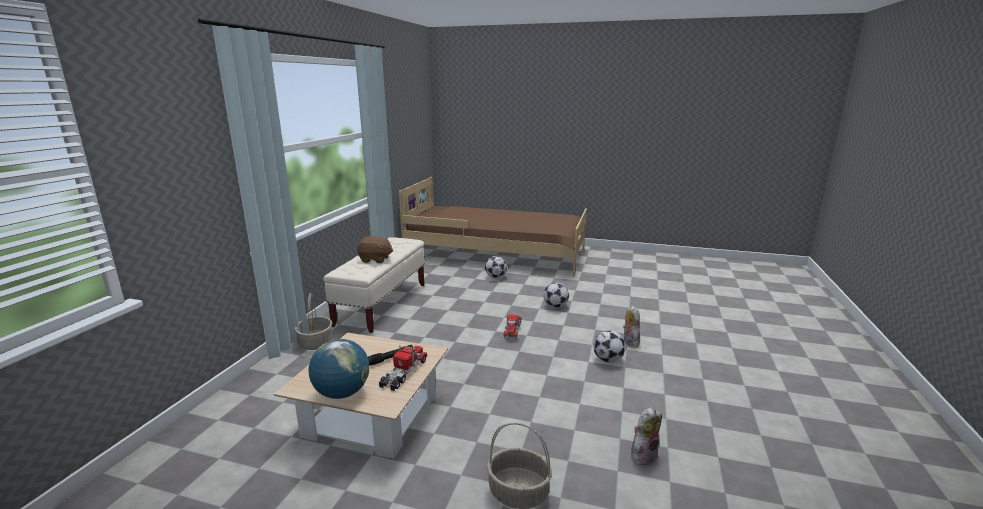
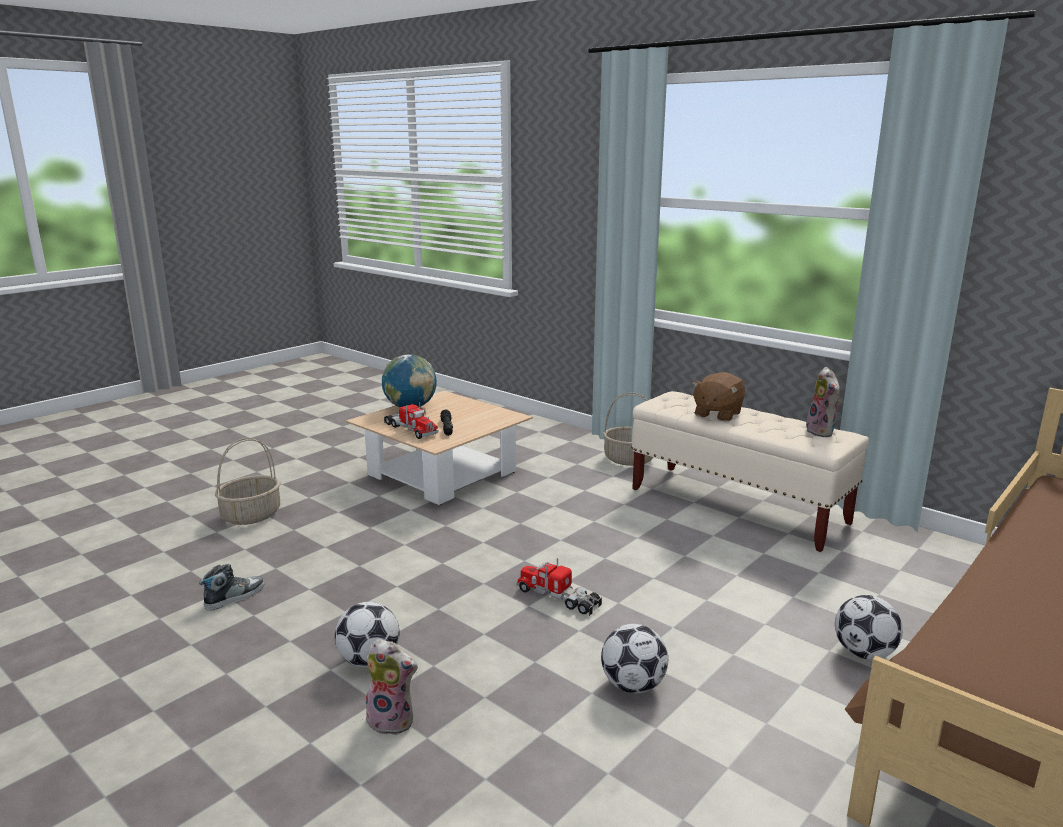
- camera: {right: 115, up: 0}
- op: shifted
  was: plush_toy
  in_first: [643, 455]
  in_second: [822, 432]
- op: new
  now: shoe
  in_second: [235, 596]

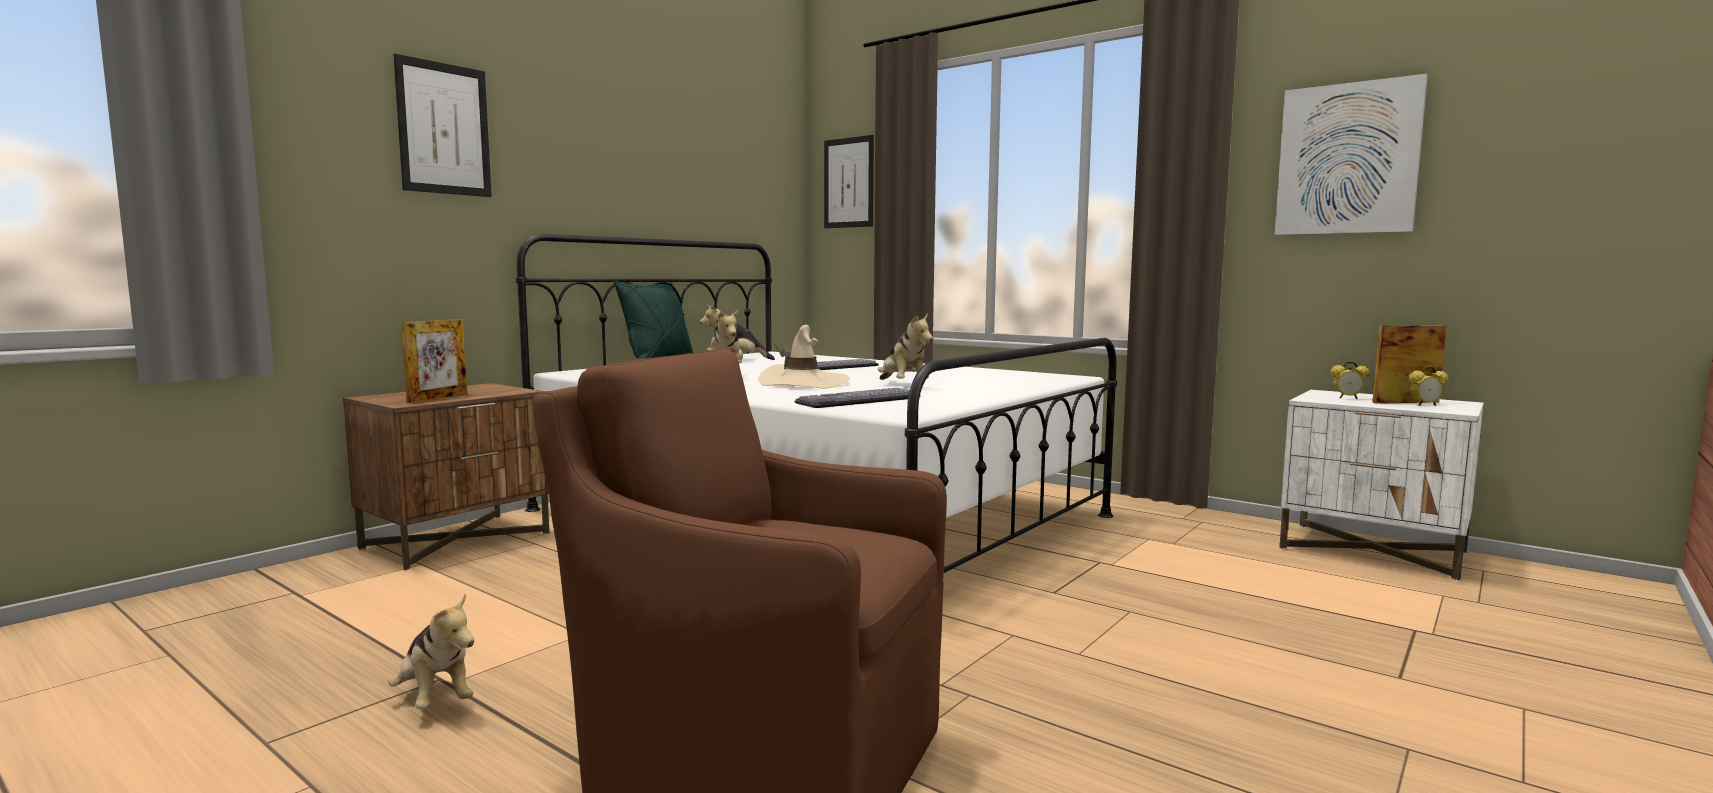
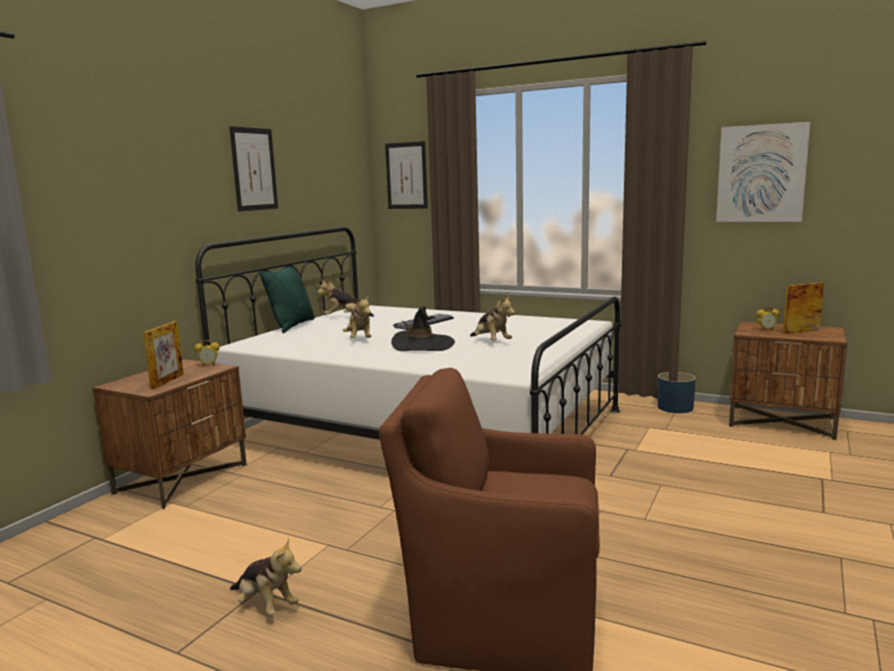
- camera: {right: -10, up: 5}
- op: shifted
  was: picture
  in_first: [444, 129]
  in_second: [254, 169]
- op: repainted
  was: beige-coloured_hat
  now: black_hat
  in_first: [804, 383]
  in_second: [423, 345]
- op: shifted
  was: alarm_clock
  in_first: [1425, 405]
  in_second: [209, 365]
- op: gone
  was: keyboard
  in_first: [854, 399]
- op: repainted
  was: white_bedside_table
  now: brownish_bedside_table
  in_first: [1373, 551]
  in_second: [782, 422]
- op: new
  now: bluish_planter
  in_second: [675, 407]

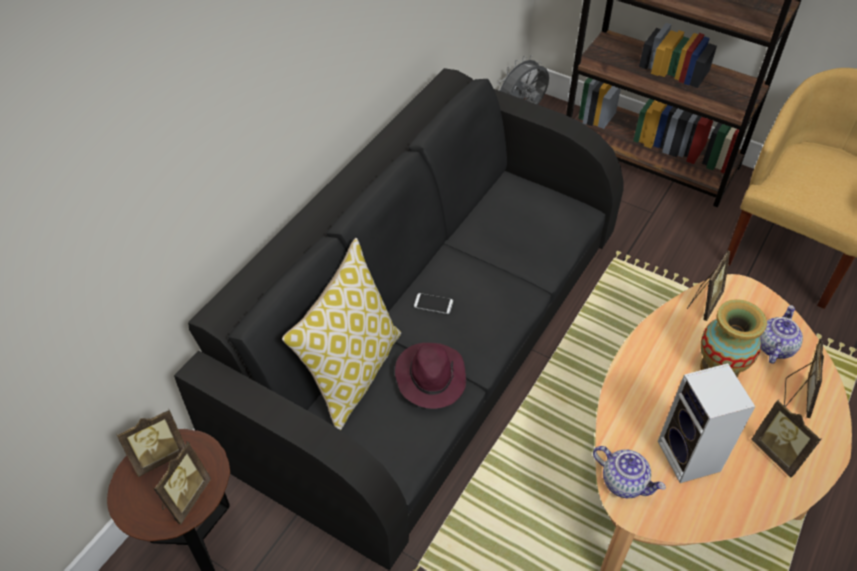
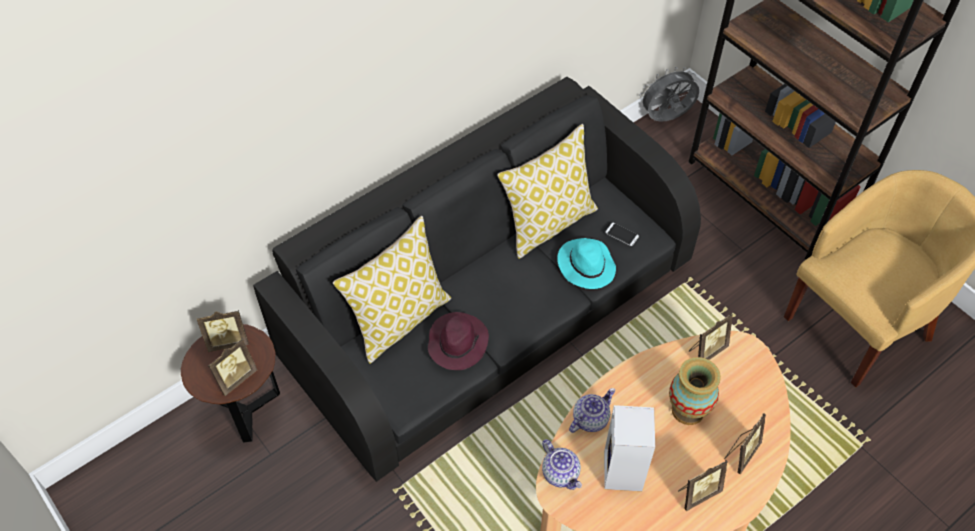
- camera: {right: 20, up: 5}
- op: shifted
  was: handset
  in_first: [433, 304]
  in_second: [622, 234]
- op: shifted
  was: pot_for_tea
  in_first: [774, 346]
  in_second: [590, 419]
- op: rotated
  was: picture_frame
  in_first: [778, 453]
  in_second: [697, 493]
  clockwise: -105
- op: new
  now: cushion
  in_second: [548, 222]
- op: new
  now: turquoise-coloured_hat
  in_second: [585, 265]

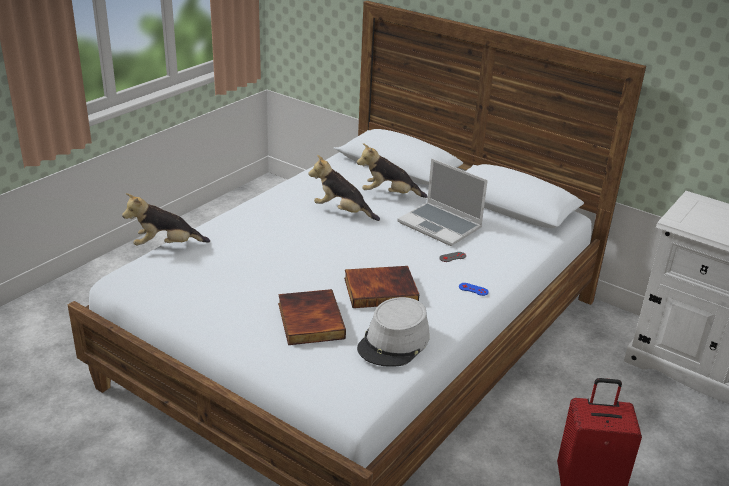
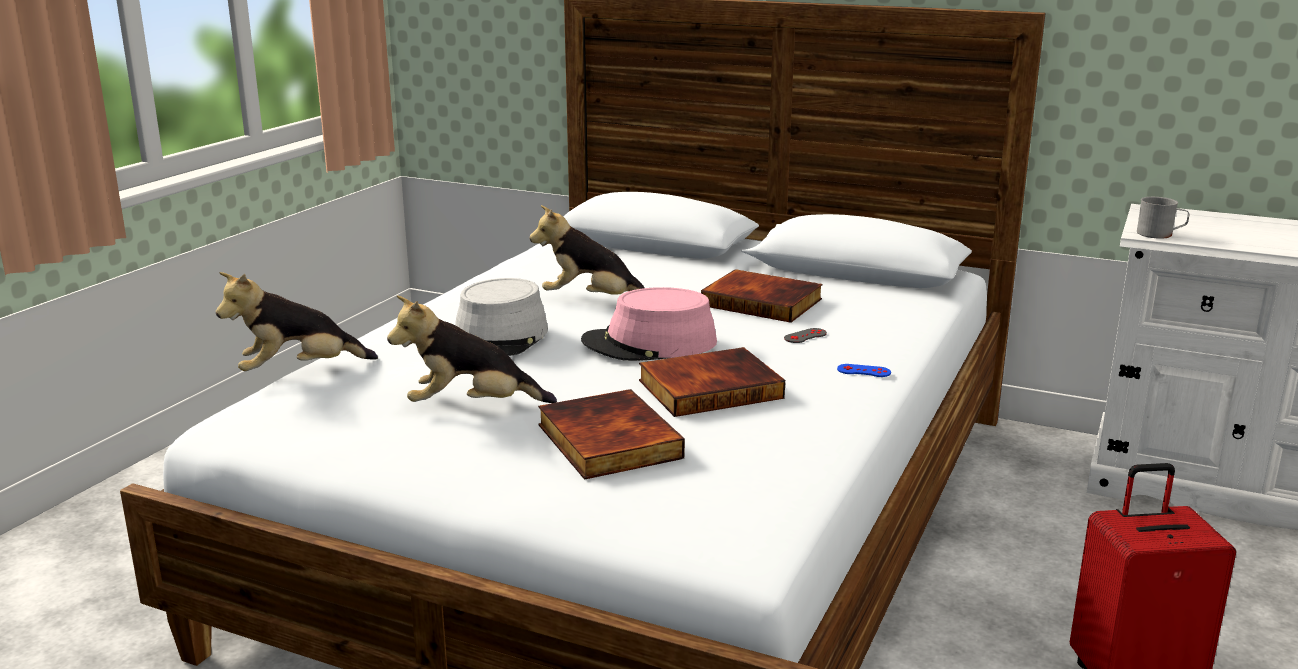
- camera: {right: -10, up: -10}
- op: shifted
  was: plush_toy
  in_first: [389, 195]
  in_second: [471, 407]
- op: swapped
  was: laptop
  now: book
  in_first: [441, 225]
  in_second: [763, 301]
- op: shifted
  was: gray_hat
  in_first: [394, 342]
  in_second: [496, 338]
- op: new
  now: gray_coffee_mug
  in_second: [1160, 234]
- op: new
  now: pinkish_hat
  in_second: [649, 344]

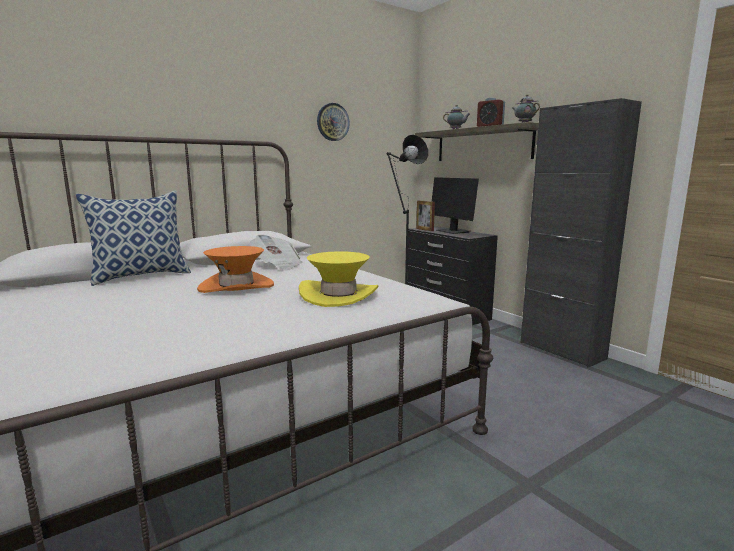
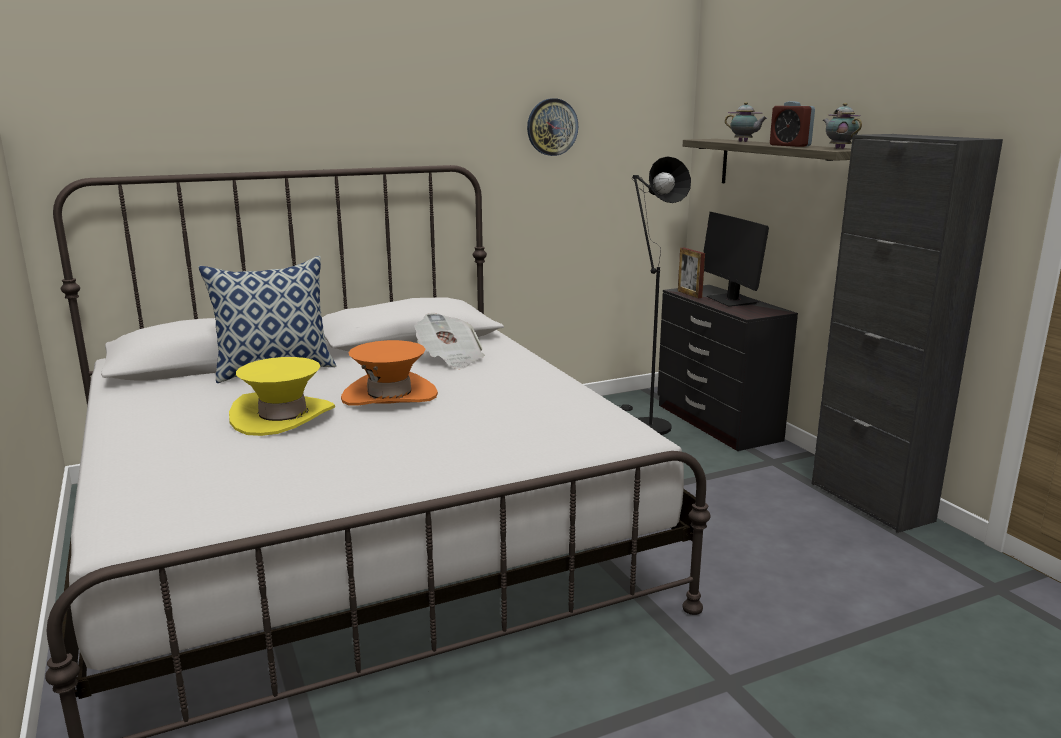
- camera: {right: 10, up: 5}
- op: shifted
  was: yellow_hat
  in_first: [338, 295]
  in_second: [283, 416]

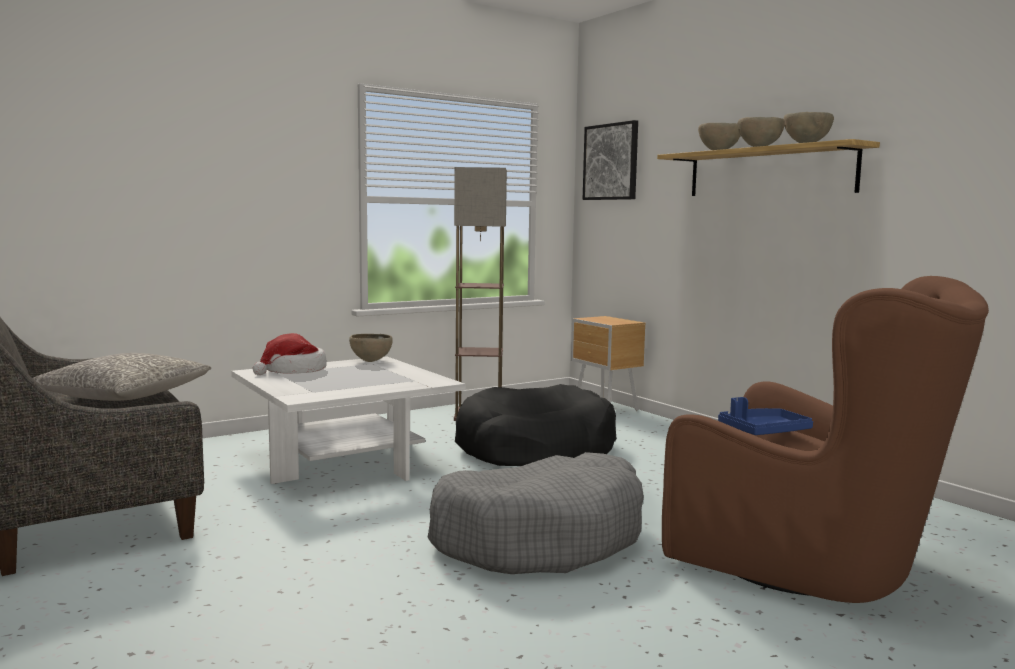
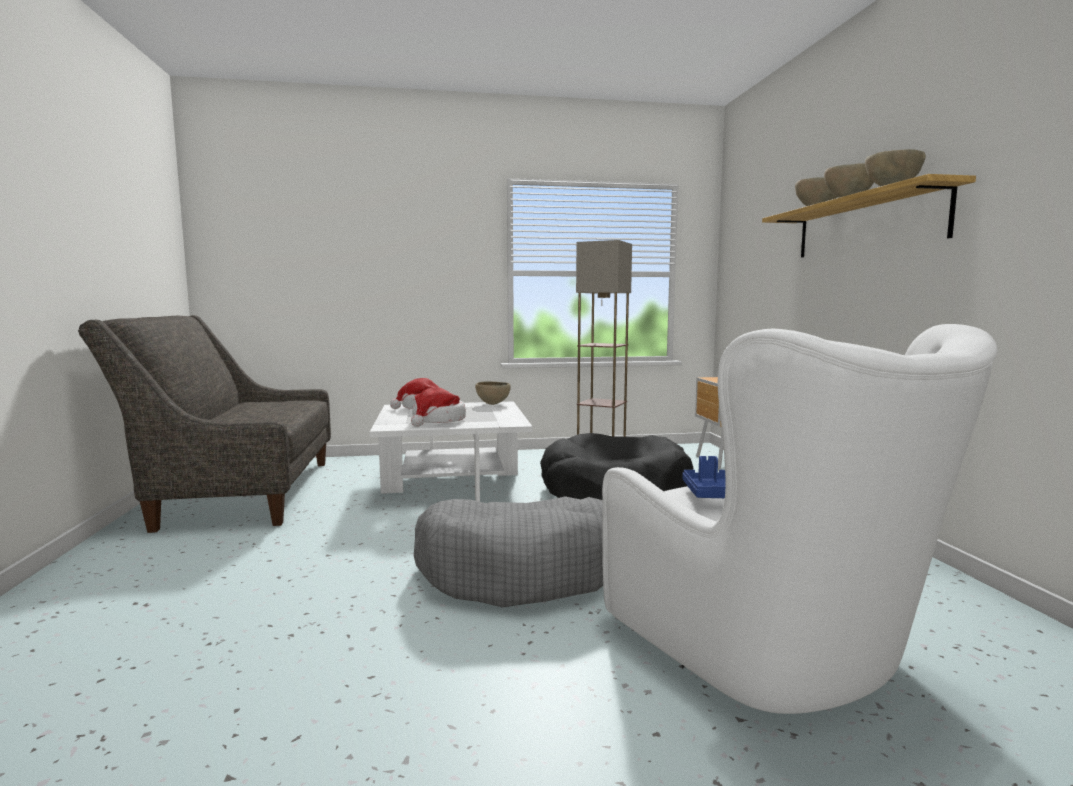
- camera: {right: 25, up: 0}
- op: gone
  was: picture
  in_first: [611, 162]
- op: repainted
  was: brownish_armchair
  now: white_armchair
  in_first: [812, 563]
  in_second: [771, 652]
- op: gone
  was: gray_cushion
  in_first: [124, 396]
- op: new
  now: hat
  in_second: [438, 421]

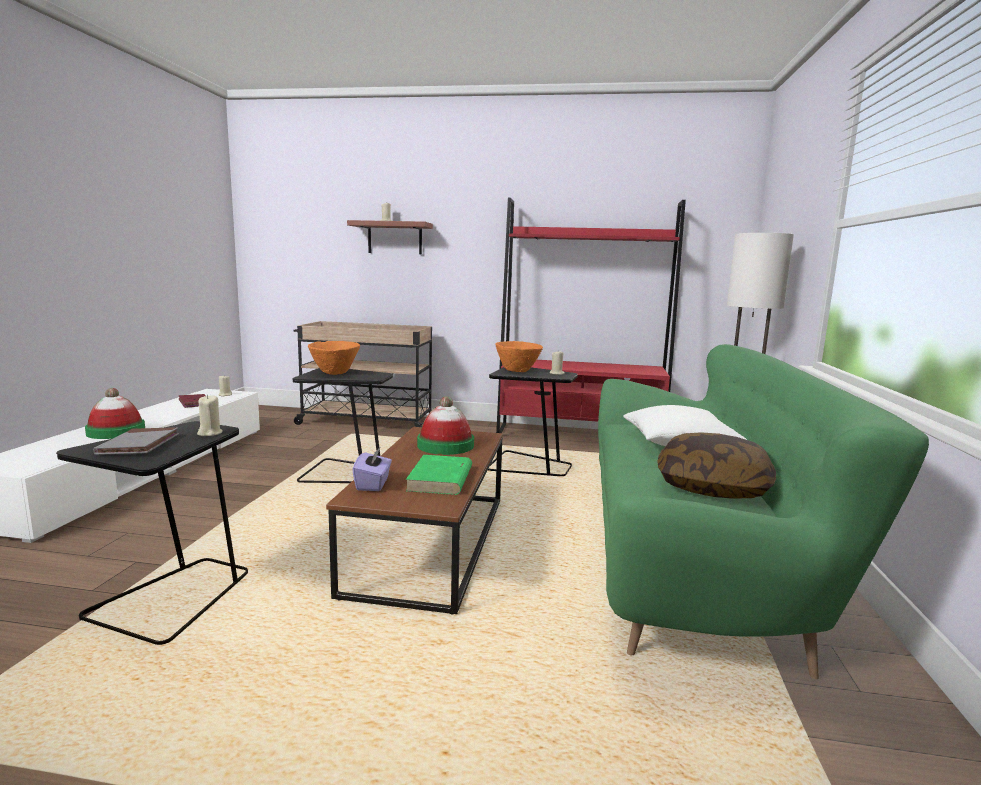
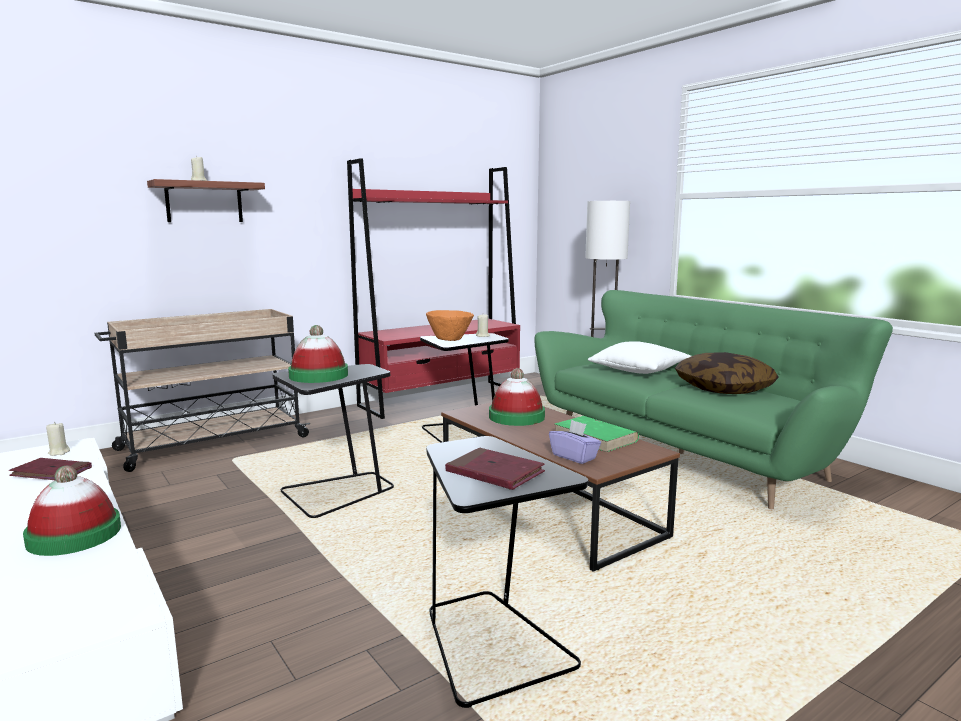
- camera: {right: -45, up: 0}
- op: swapped
  was: orangey_serving_bowl
  now: hat
  in_first: [335, 373]
  in_second: [318, 375]
- op: gone
  was: beige-coloured_candle
  in_first: [210, 433]
- op: repainted
  was: gray_book
  now: reddish_book
  in_first: [139, 445]
  in_second: [494, 473]

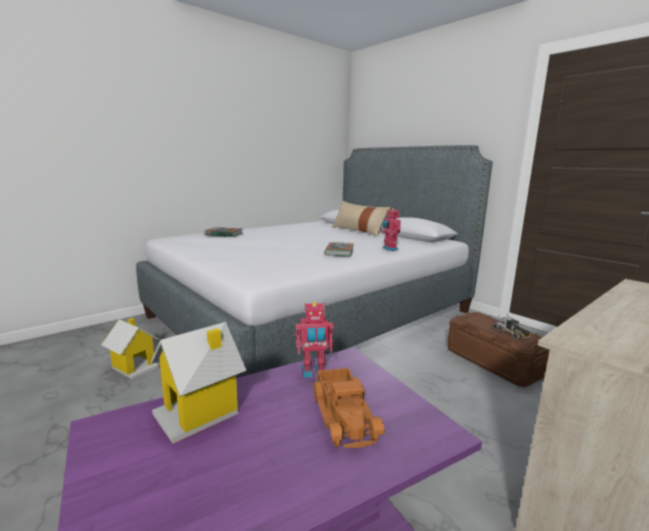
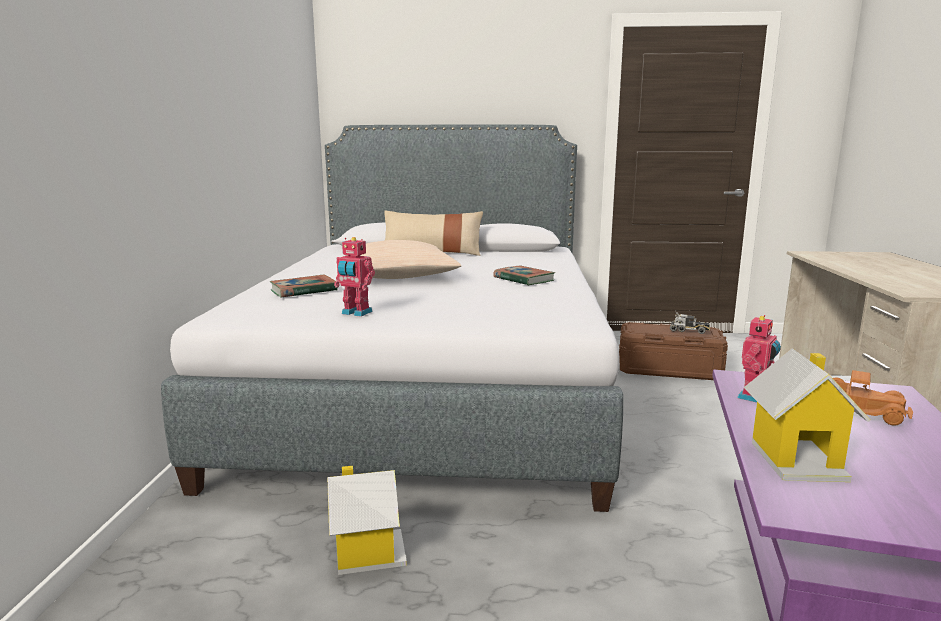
- camera: {right: -45, up: 0}
- op: shifted
  was: model_robot
  in_first: [389, 249]
  in_second: [355, 313]
- op: new
  now: beige-coloured_cushion
  in_second: [400, 276]

